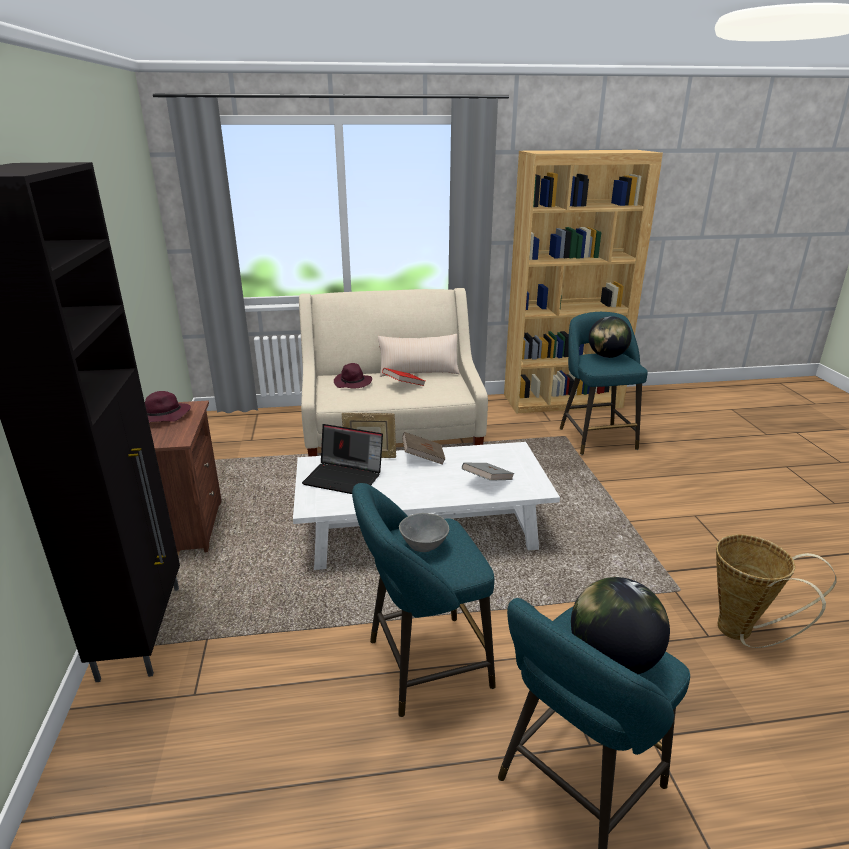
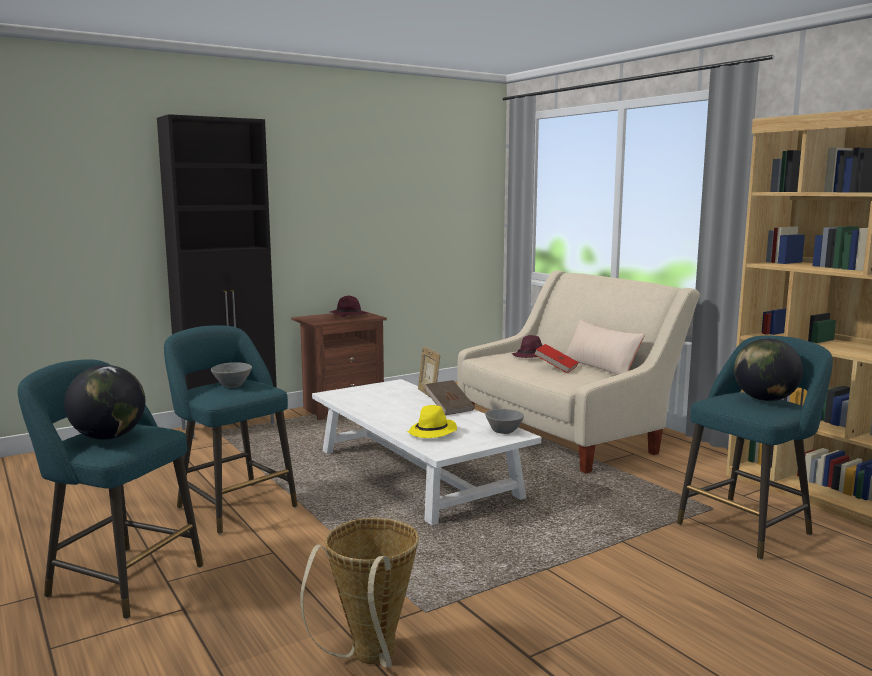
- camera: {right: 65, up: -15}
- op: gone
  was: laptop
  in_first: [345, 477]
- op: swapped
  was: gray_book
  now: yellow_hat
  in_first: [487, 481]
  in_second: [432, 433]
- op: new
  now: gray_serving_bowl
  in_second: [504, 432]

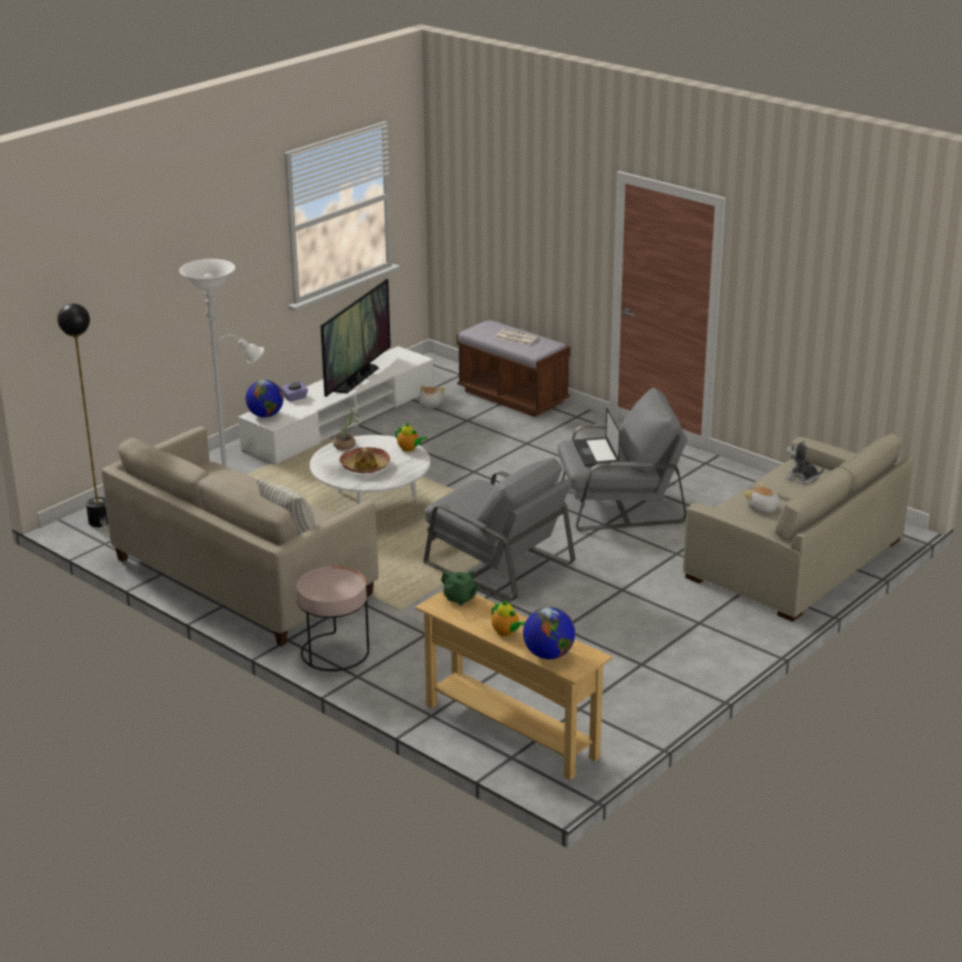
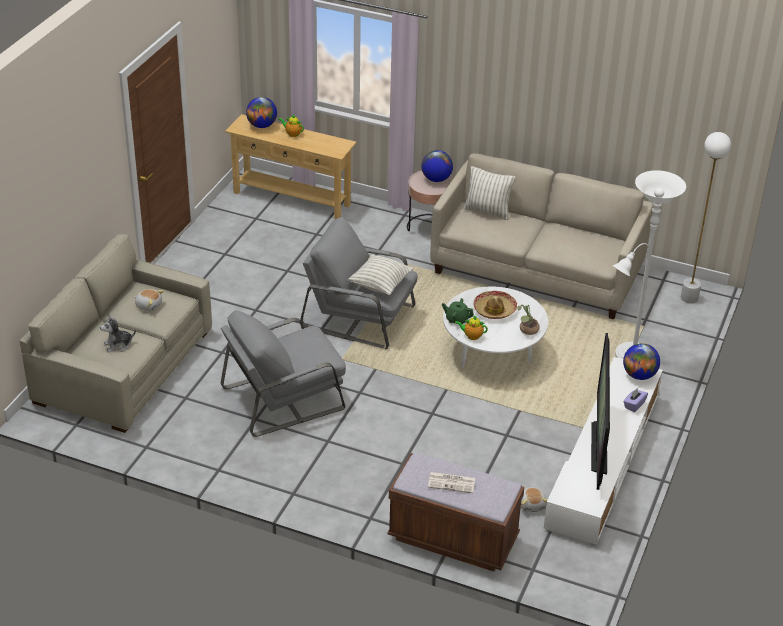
- camera: {right: 160, up: 10}
- op: repainted
  was: black_floor_lamp
  now: white_floor_lamp
  in_first: [99, 522]
  in_second: [689, 298]
- op: gone
  was: laptop
  in_first: [595, 453]
- op: rotated
  was: plush_toy
  in_first: [801, 478]
  in_second: [118, 345]
  clockwise: 150
- op: shifted
  was: green-coloured_pot_for_tea
  in_first: [460, 598]
  in_second: [457, 319]
- op: new
  now: world_globe
  in_second: [436, 179]
- op: new
  now: cushion
  in_second: [380, 285]

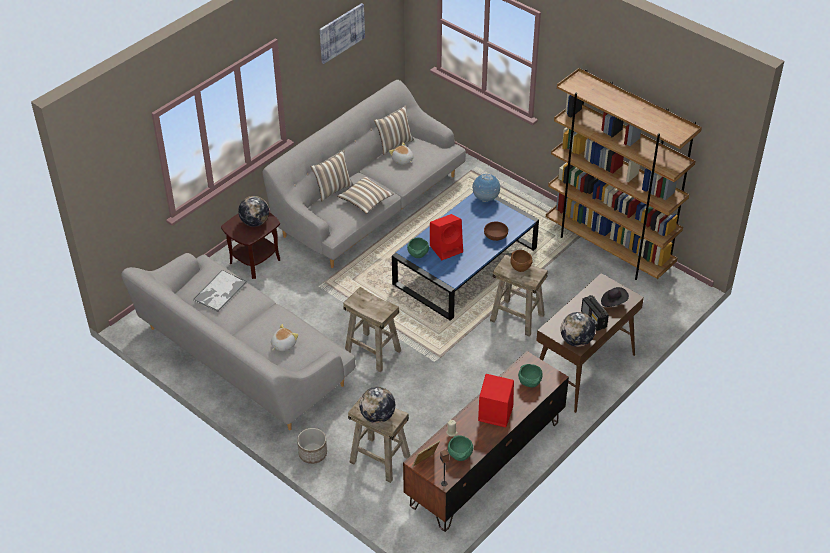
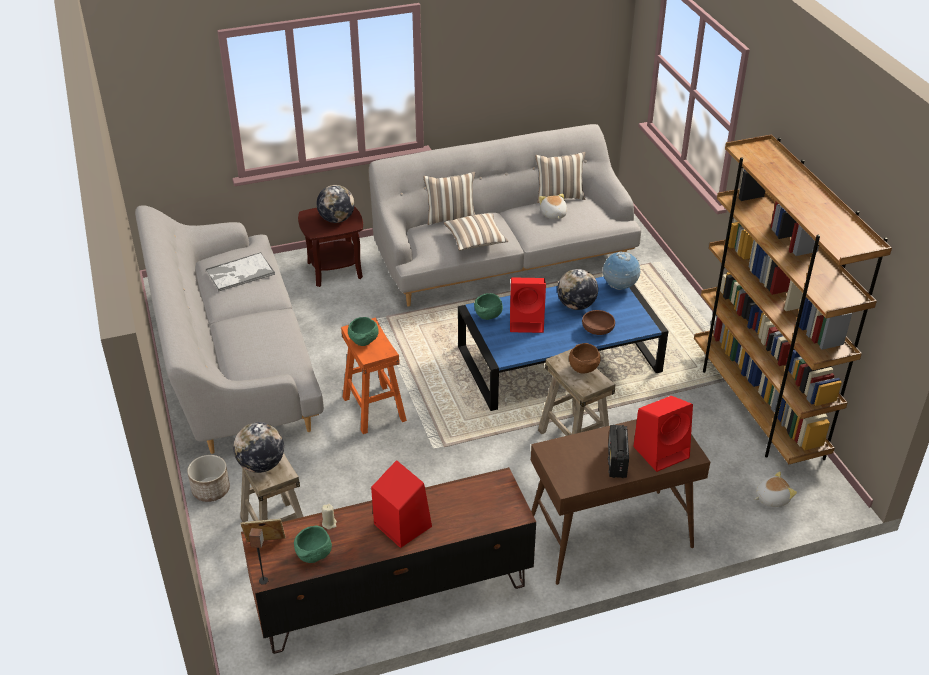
- camera: {right: 30, up: -5}
- op: gone
  was: picture
  in_first: [341, 32]
- op: repainted
  was: beige-coloured_stool_seat
  now: orangey_stool_seat
  in_first: [372, 351]
  in_second: [373, 408]
- op: swapped
  was: black_hat
  now: reddish_loudspeaker
  in_first: [613, 302]
  in_second: [662, 451]
- op: shifted
  was: world_globe
  in_first: [576, 341]
  in_second: [576, 305]
- op: shifted
  was: plush_toy
  in_first: [283, 344]
  in_second: [771, 498]
- op: shifted
  was: green-coloured_serving_bowl
  in_first: [530, 383]
  in_second: [364, 342]

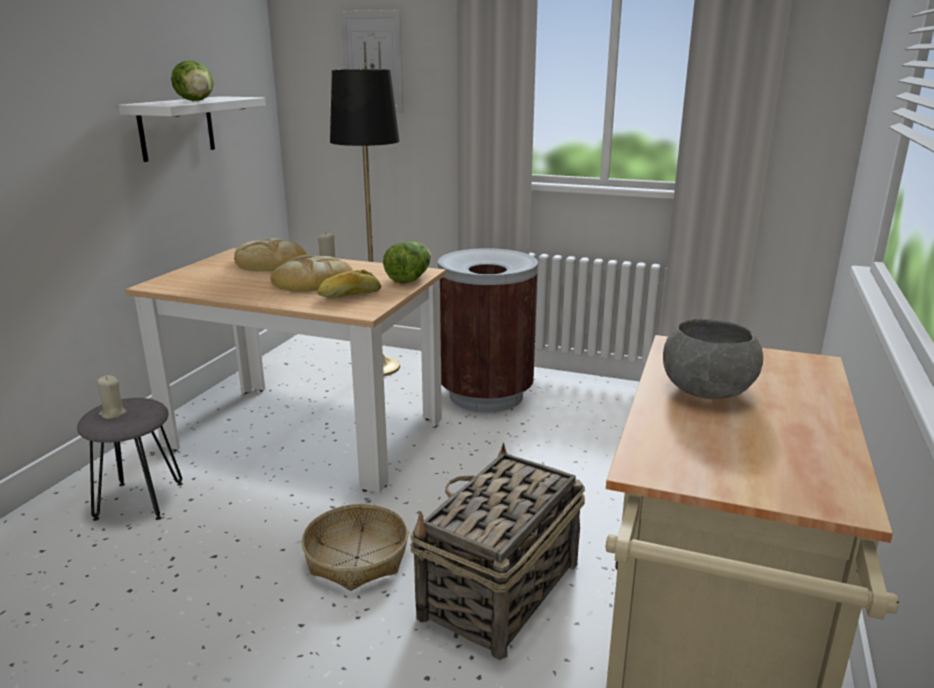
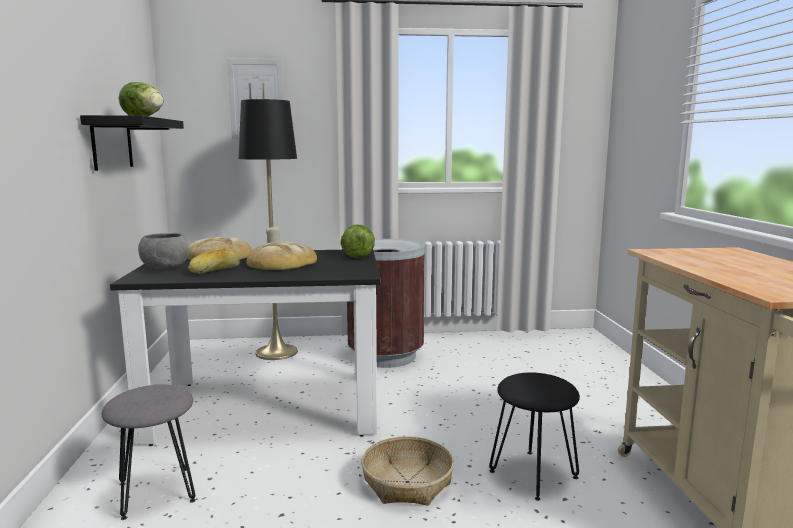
- camera: {right: -25, up: -10}
- op: repainted
  was: white_wall_shelf
  now: black_wall_shelf
  in_first: [176, 128]
  in_second: [112, 143]
- op: repainted
  was: beige-coloured_dinner_table
  now: black_dinner_table
  in_first: [306, 434]
  in_second: [267, 408]
- op: shifted
  was: bread
  in_first: [350, 295]
  in_second: [215, 270]
- op: shifted
  was: gray_serving_bowl
  in_first: [707, 391]
  in_second: [165, 267]
- op: gone
  was: beige-coloured_candle
  in_first: [113, 413]
- op: swapped
  was: basket
  now: black_stool_seat
  in_first: [499, 591]
  in_second: [534, 474]

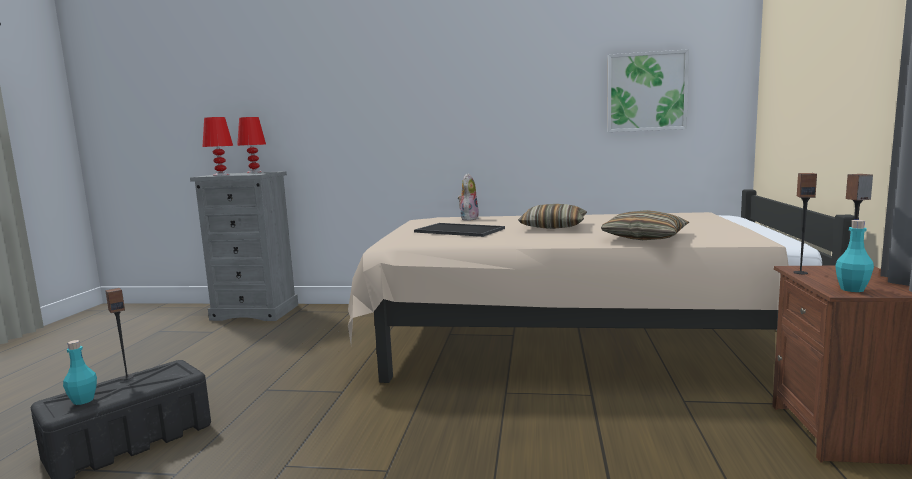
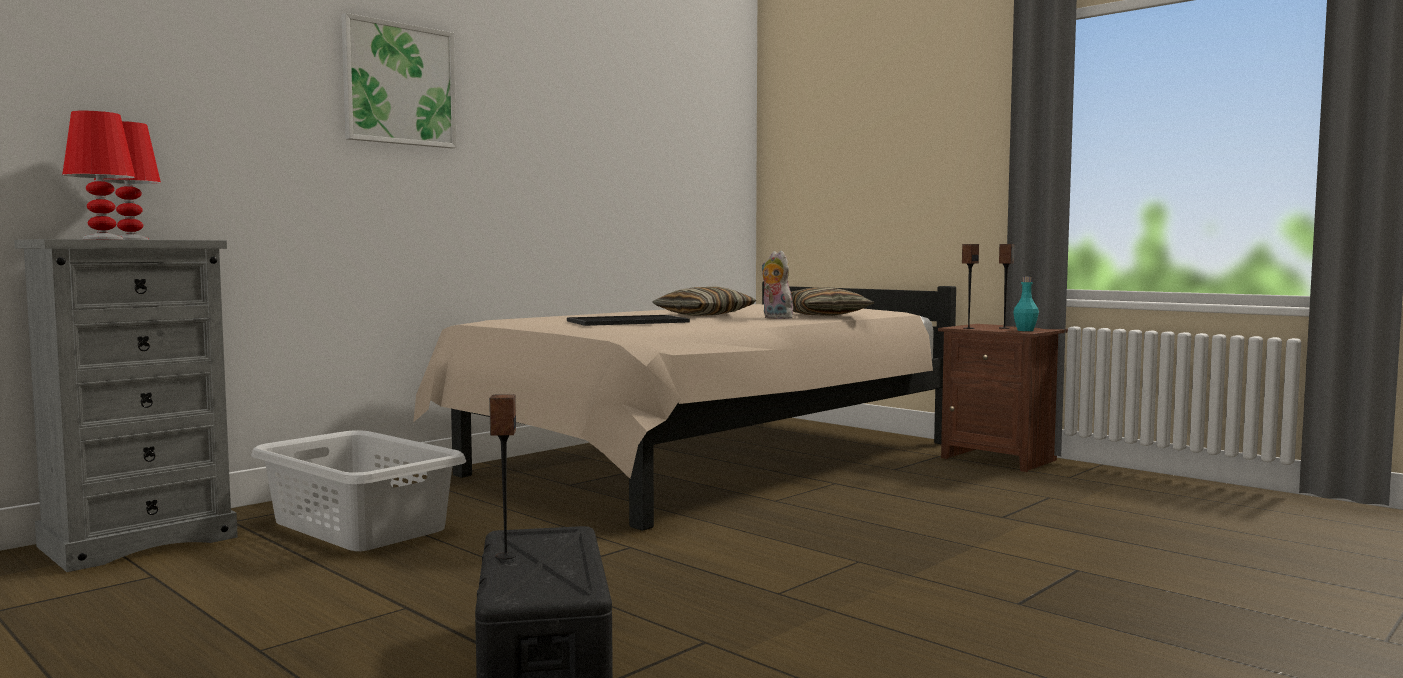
- camera: {right: -55, up: -5}
- op: shifted
  was: picture
  in_first: [646, 92]
  in_second: [399, 84]
- op: shifted
  was: plush_toy
  in_first: [468, 219]
  in_second: [775, 318]
- op: gone
  was: turquoise-coloured_beverage_bottle
  in_first: [83, 400]
- op: new
  now: gray_laundry_basket
  in_second: [360, 526]

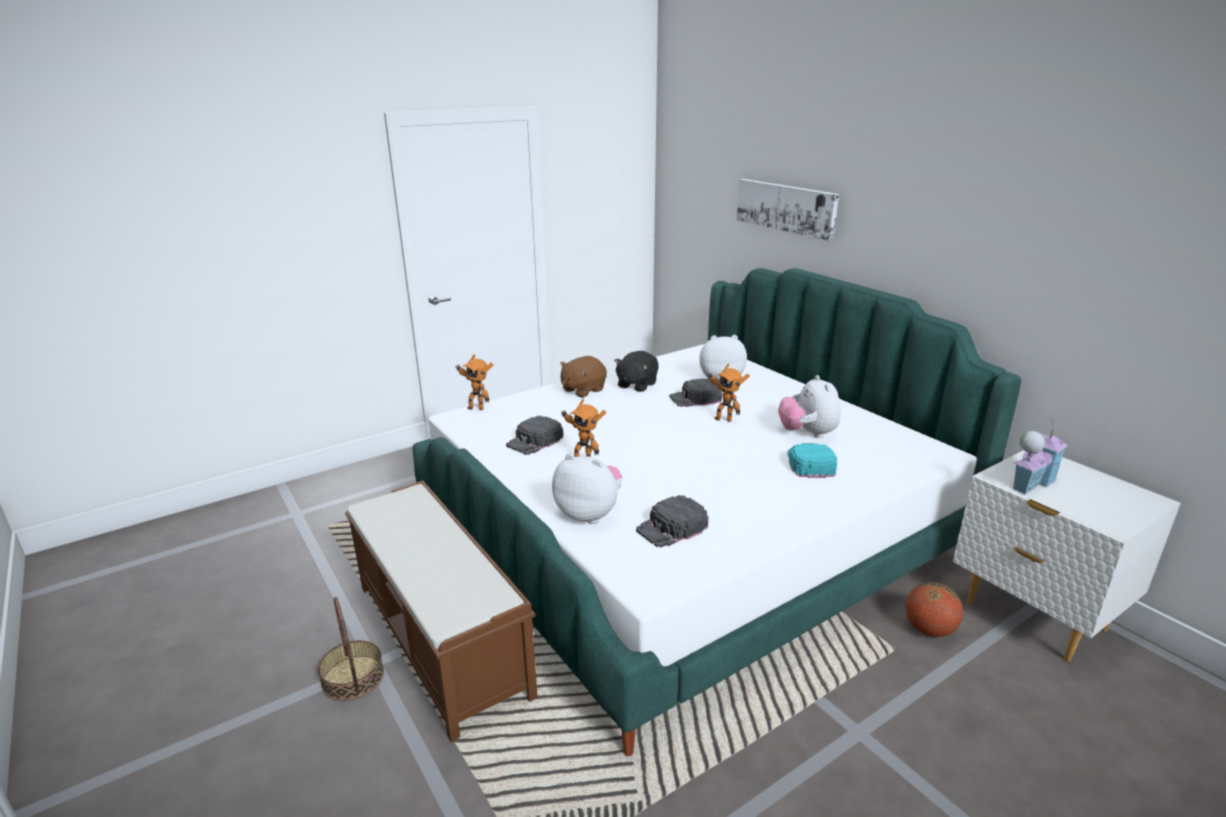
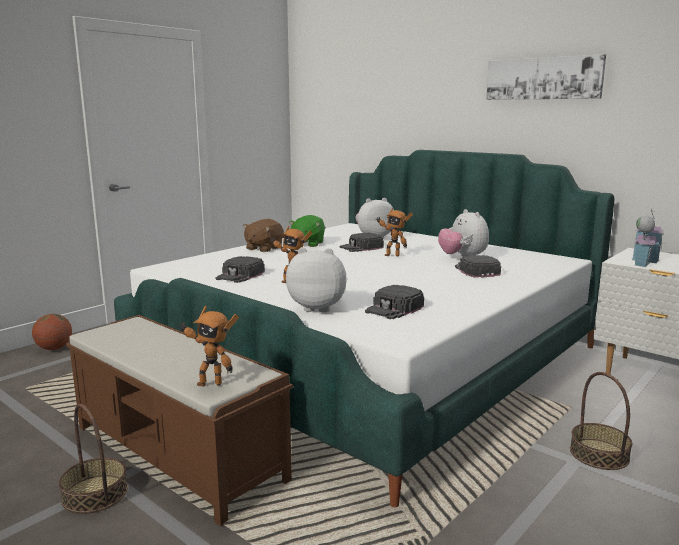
- camera: {right: -15, up: -10}
- op: shifted
  was: picture
  in_first: [786, 207]
  in_second: [543, 78]
- op: repainted
  was: black_plush_toy
  now: green-coloured_plush_toy
  in_first: [636, 385]
  in_second: [307, 244]
- op: shifted
  was: model_robot
  in_first: [476, 408]
  in_second: [210, 383]
- op: repainted
  was: turquoise-coloured_peaked_cap
  now: black_peaked_cap
  in_first: [809, 463]
  in_second: [476, 270]
- op: shifted
  was: basketball
  in_first: [929, 630]
  in_second: [54, 348]
- op: new
  now: basket
  in_second: [599, 454]

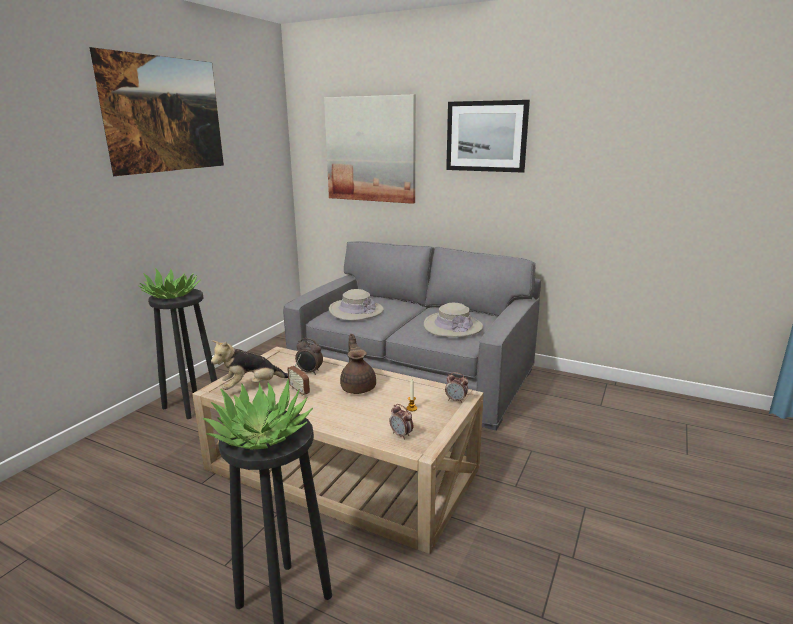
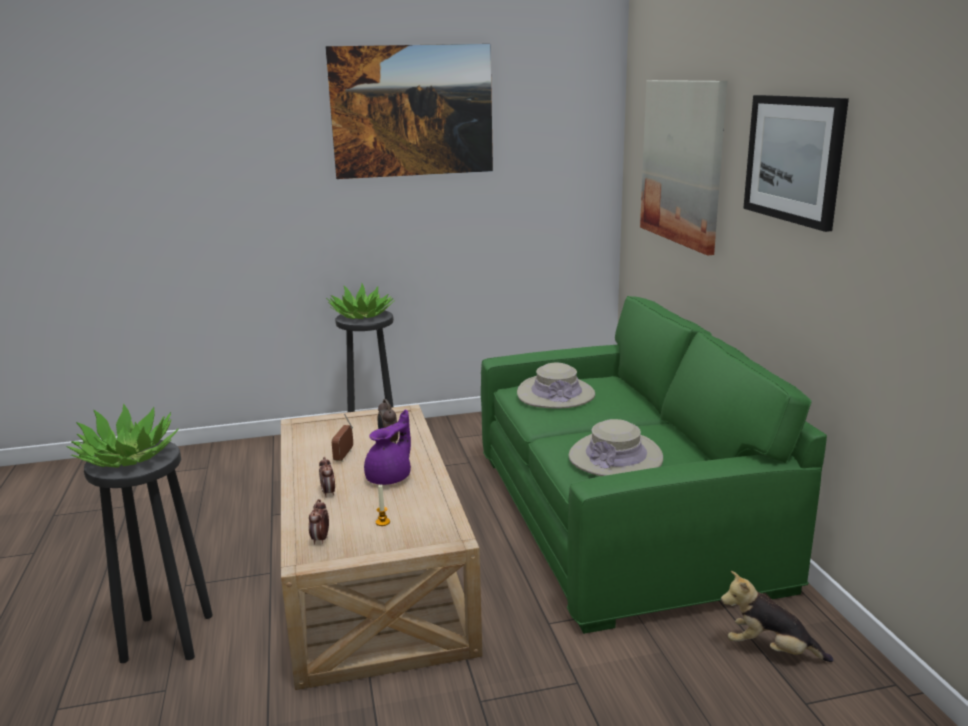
- camera: {right: 50, up: 0}
- op: repainted
  was: gray_settee
  now: green-coloured_settee
  in_first: [414, 374]
  in_second: [620, 515]
- op: repainted
  was: brownish_pot_for_tea
  now: purple_pot_for_tea
  in_first: [358, 387]
  in_second: [390, 477]
- op: shifted
  was: plush_toy
  in_first: [251, 387]
  in_second: [770, 650]
- op: shifted
  was: alarm_clock
  in_first: [456, 400]
  in_second: [328, 493]

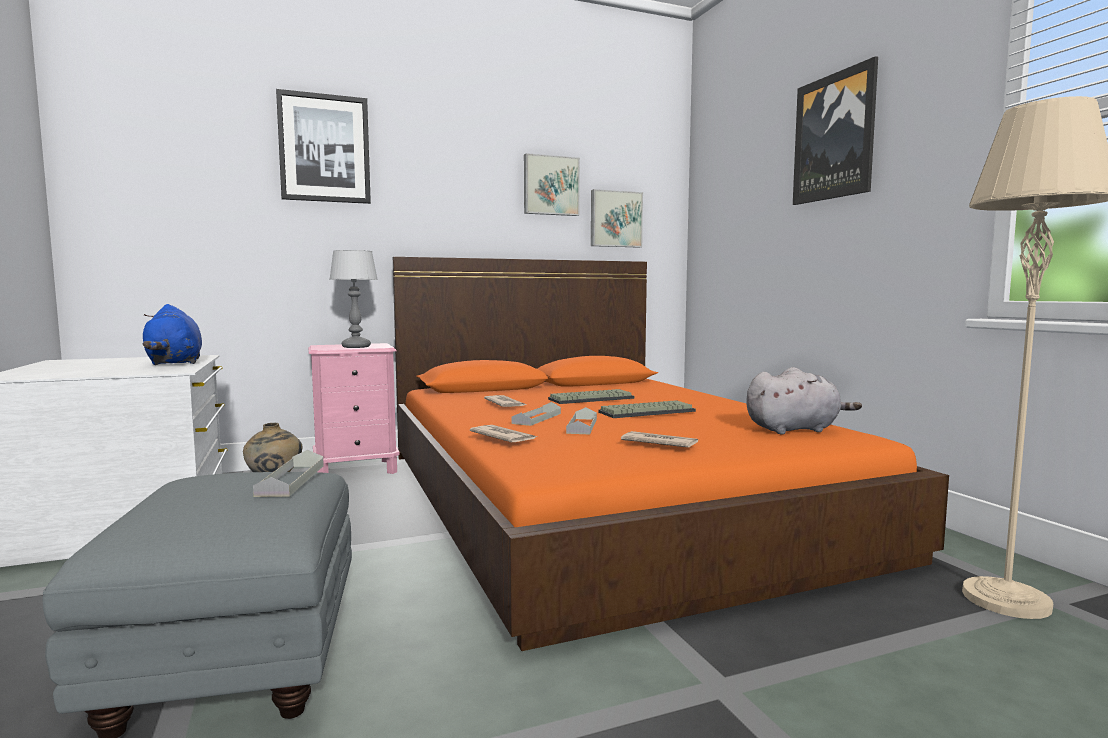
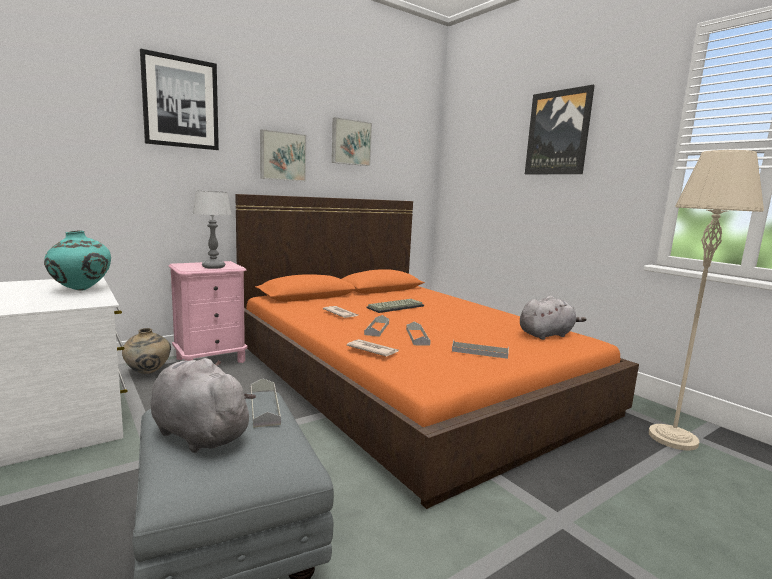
- camera: {right: -15, up: 5}
- op: shifted
  was: picture
  in_first: [615, 219]
  in_second: [282, 156]
- op: swapped
  was: bluish_plush_toy
  now: turquoise-coloured_flower_vase
  in_first: [175, 363]
  in_second: [81, 290]
- op: gone
  was: keyboard
  in_first: [647, 411]
- op: swapped
  was: newspaper
  now: gray_carrying_tray
  in_first: [658, 443]
  in_second: [479, 352]
- op: new
  now: gray_plush_toy
  in_second: [197, 433]

